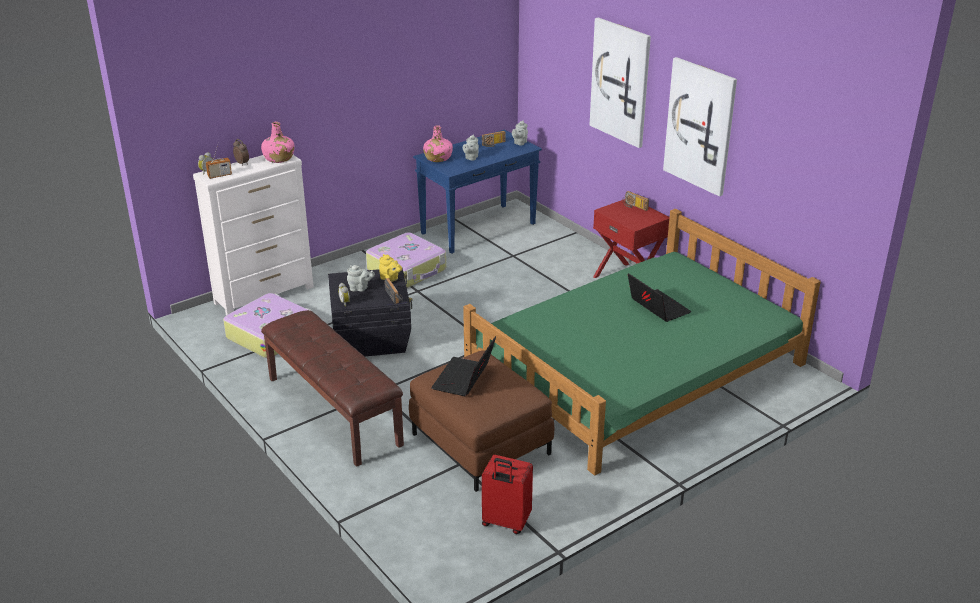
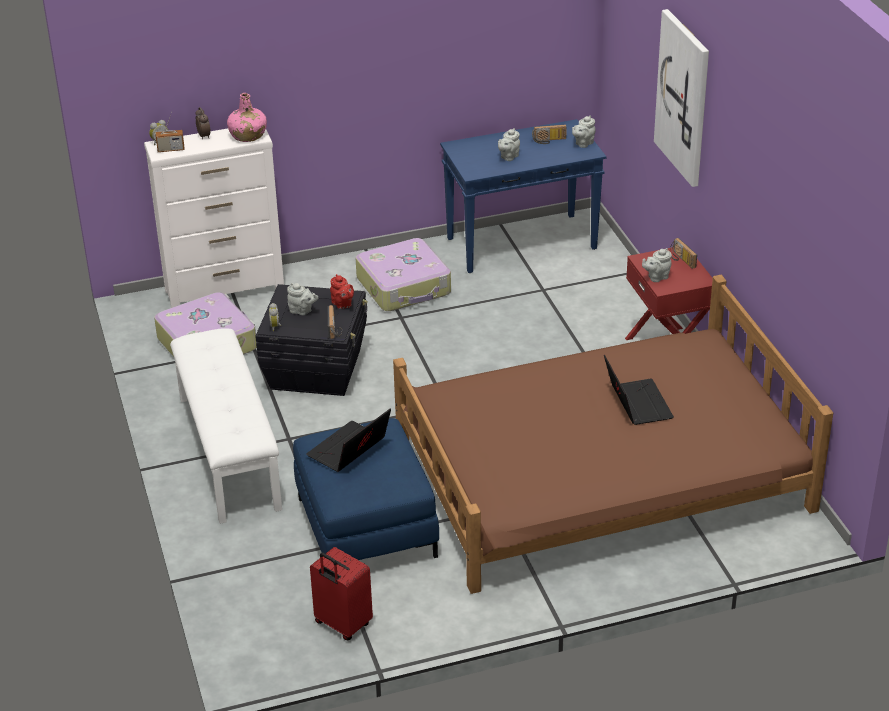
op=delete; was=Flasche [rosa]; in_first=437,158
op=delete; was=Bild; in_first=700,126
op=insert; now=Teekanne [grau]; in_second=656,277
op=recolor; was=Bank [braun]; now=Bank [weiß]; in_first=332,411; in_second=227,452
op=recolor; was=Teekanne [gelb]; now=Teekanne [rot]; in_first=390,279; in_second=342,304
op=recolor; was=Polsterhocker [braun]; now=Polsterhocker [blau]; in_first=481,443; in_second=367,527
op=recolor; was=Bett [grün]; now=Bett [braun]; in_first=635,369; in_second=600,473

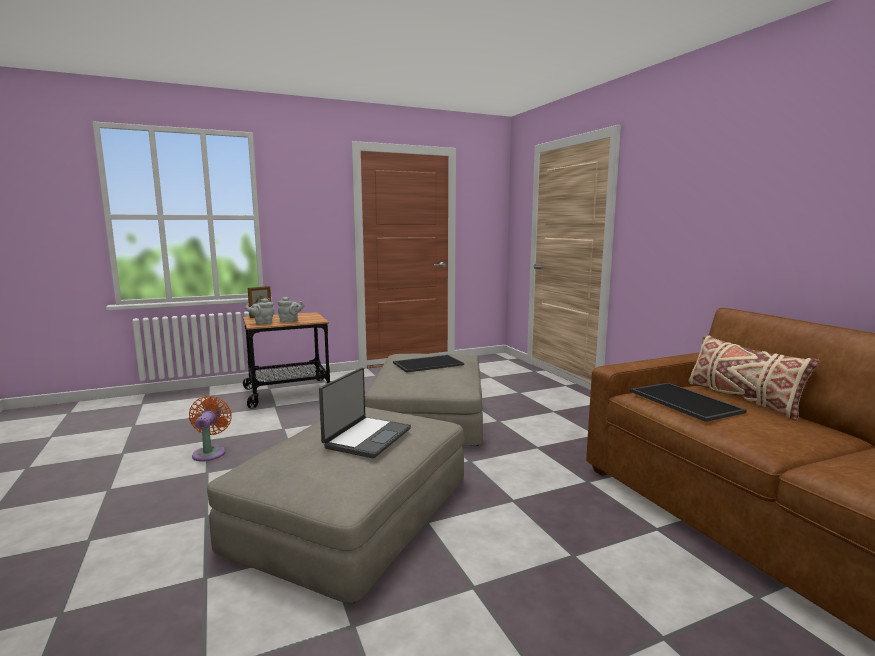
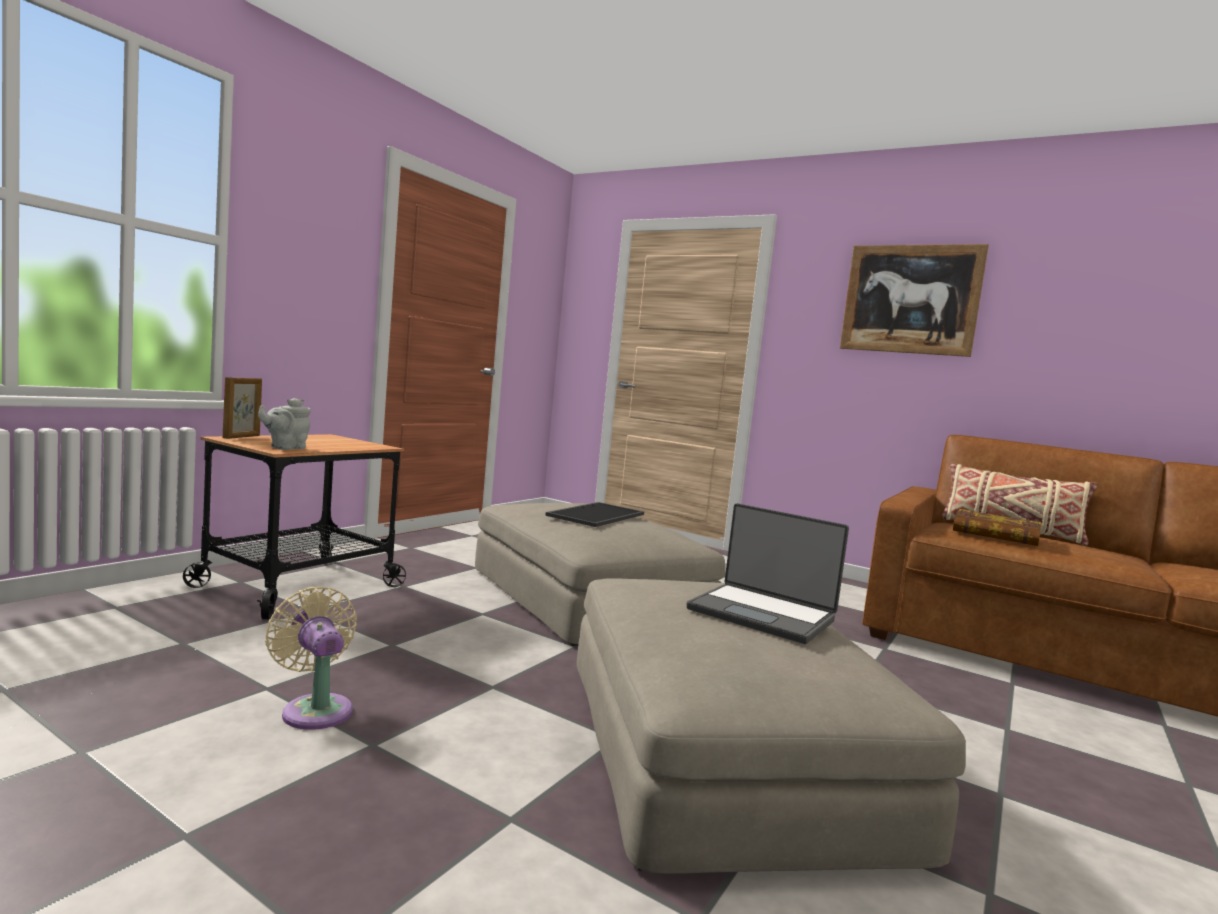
op=delete; was=Teekanne [grau]; in_first=290,321
op=insert; now=Bild; in_second=910,299
op=replace; was=Tablett; now=Buch; in_first=682,401; in_second=995,534
op=recolor; was=Ventilator [orange]; now=Ventilator [beige]; in_first=210,452; in_second=315,709
op=rotate; was=Laptop; in_first=366,438; in_second=762,614; clockwise=135

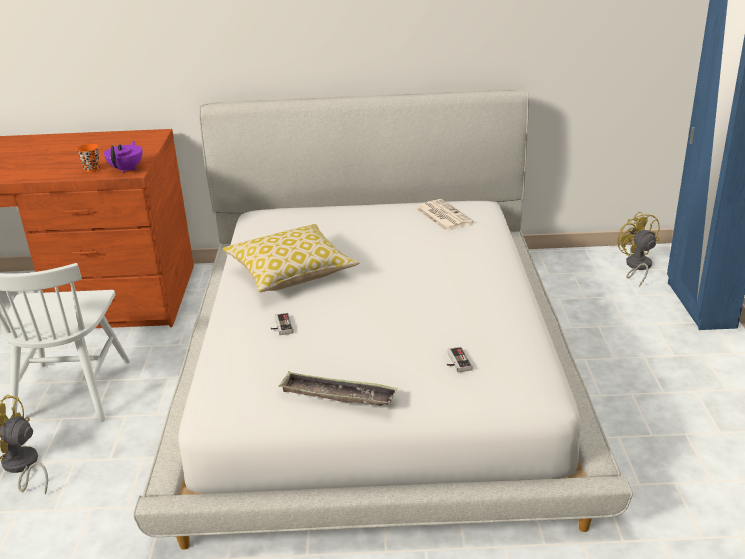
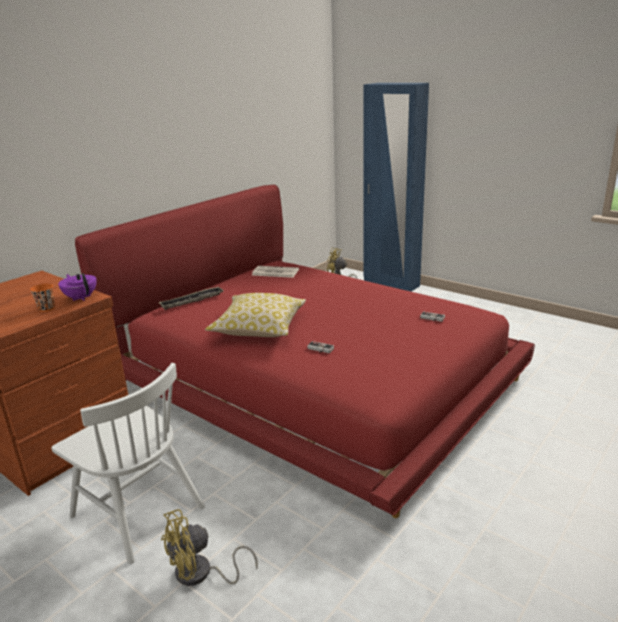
op=move; was=Tablett; in_first=337,395; in_second=192,301
op=recolor; was=Bett [weiß]; now=Bett [rot]; in_first=376,367; in_second=311,378

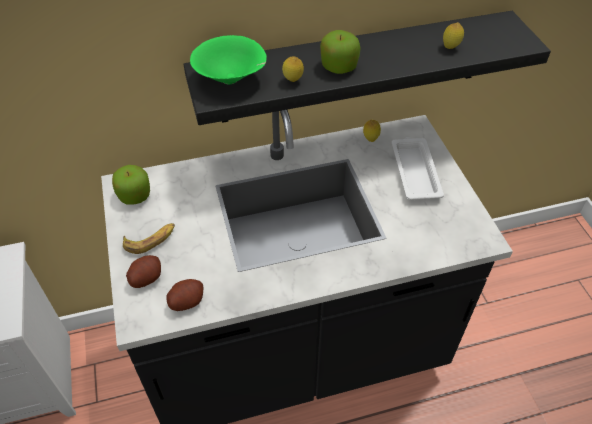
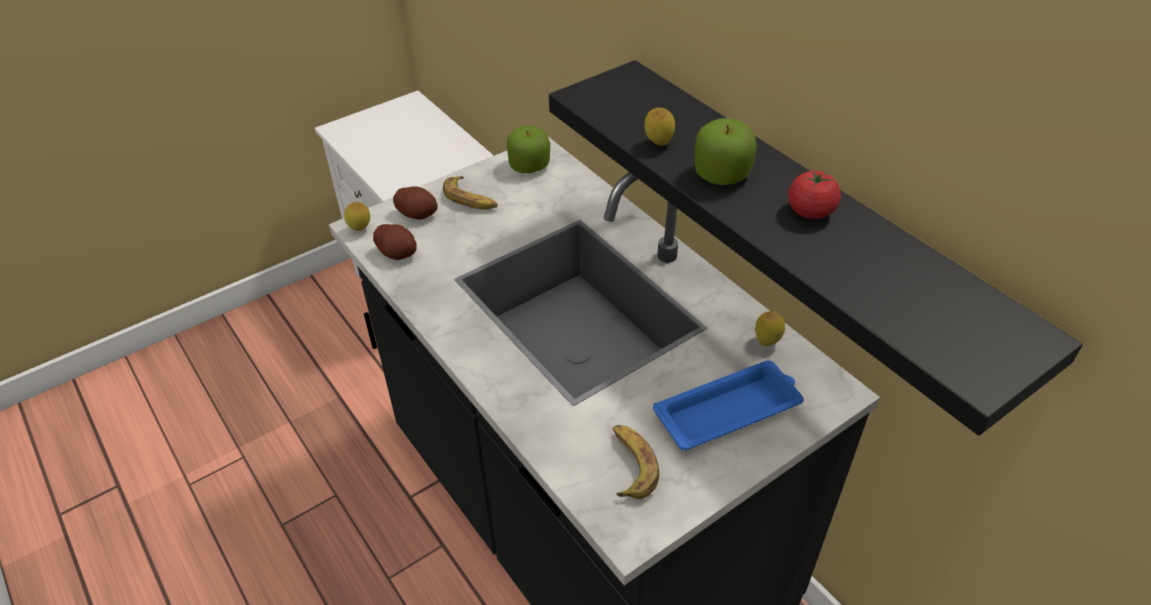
op=delete; was=Schüssel [grün]; in_first=231,80
op=insert; now=Banane; in_second=630,465
op=insert; now=Tomate; in_second=810,211
op=move; was=Zitrone; in_first=450,47; in_second=360,230
op=recolor; was=Tablett [weiß]; now=Tablett [blau]; in_first=415,171; in_second=730,410

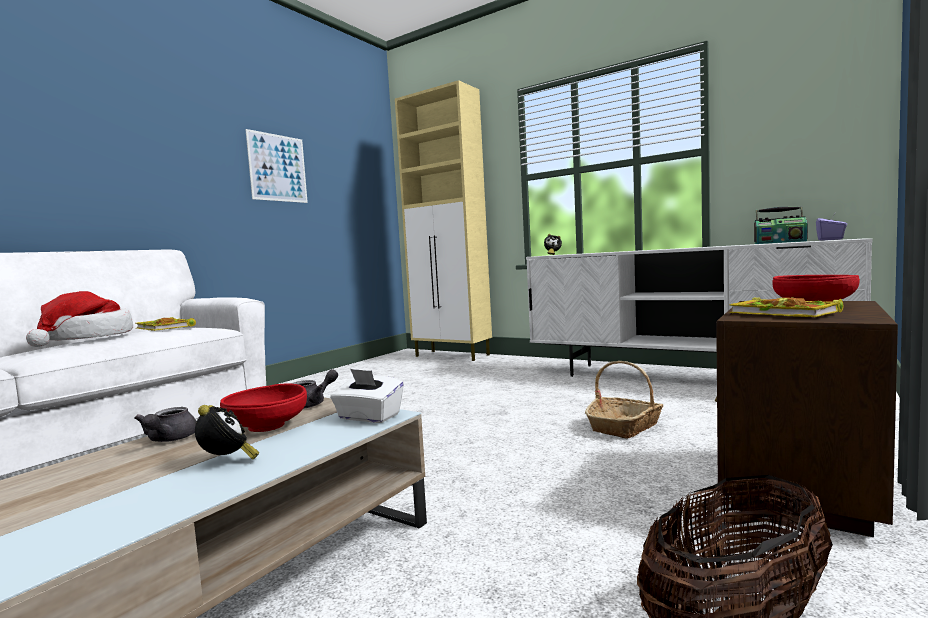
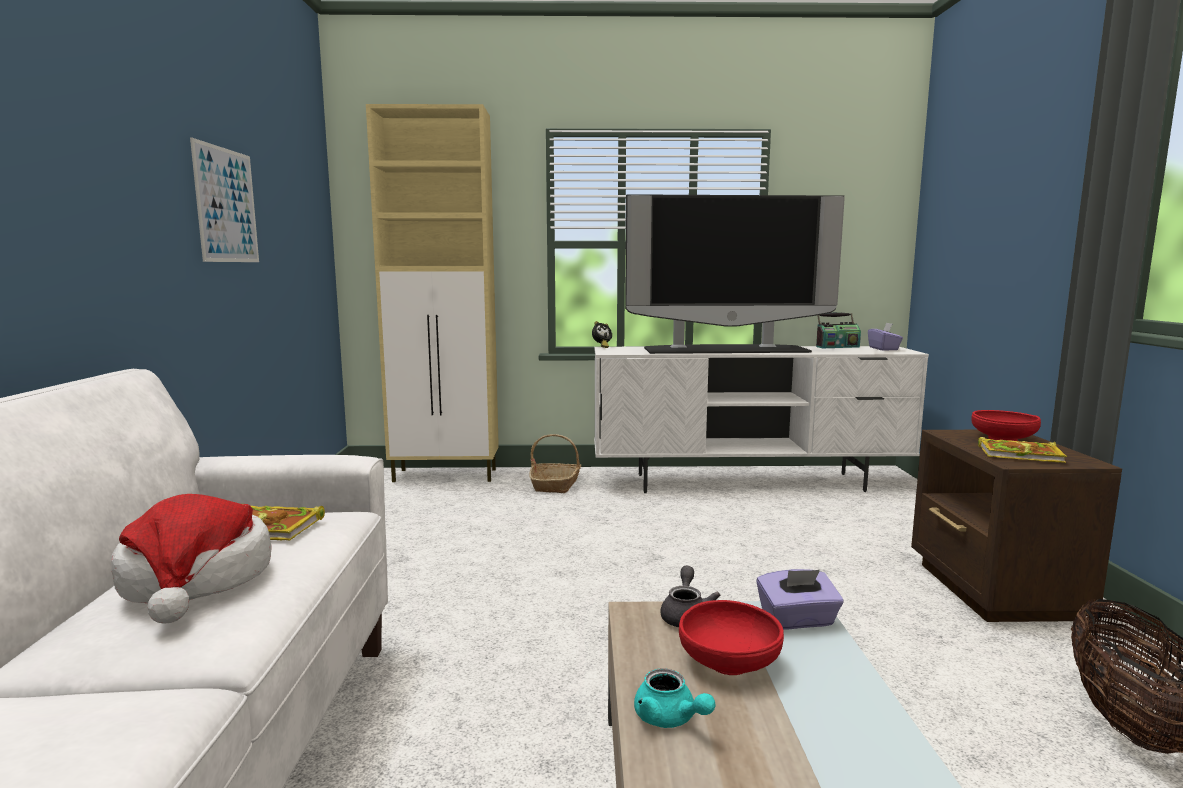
op=delete; was=Wecker; in_first=227,462
op=insert; now=Fernseher; in_second=725,350
op=move; was=Korb; in_first=625,426; in_second=556,485
op=recolor; was=Teekanne [grau]; now=Teekanne [türkis]; in_first=168,440; in_second=670,719
op=recolor; was=Taschentuchbox [weiß]; now=Taschentuchbox [lila]; in_first=368,417; in_second=797,620

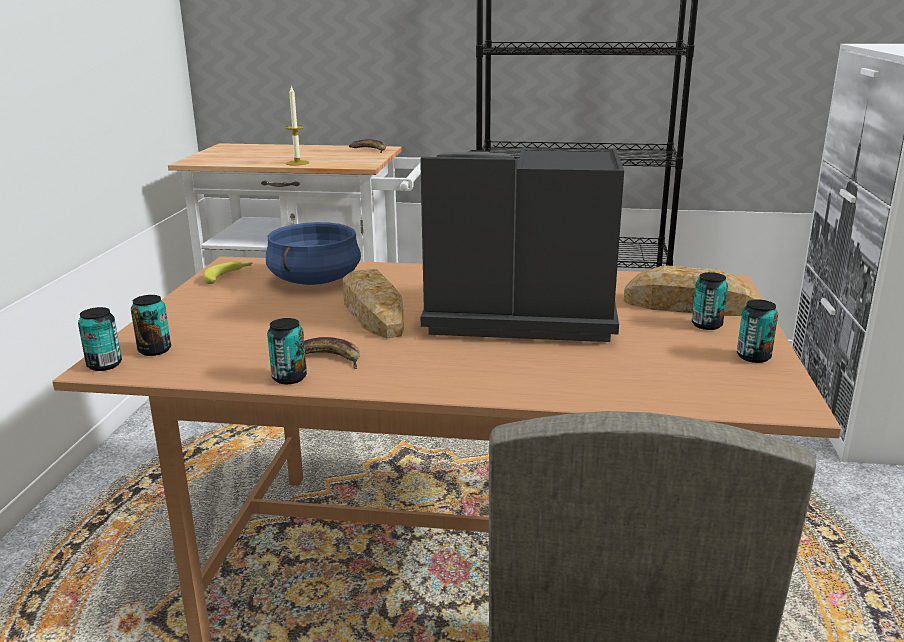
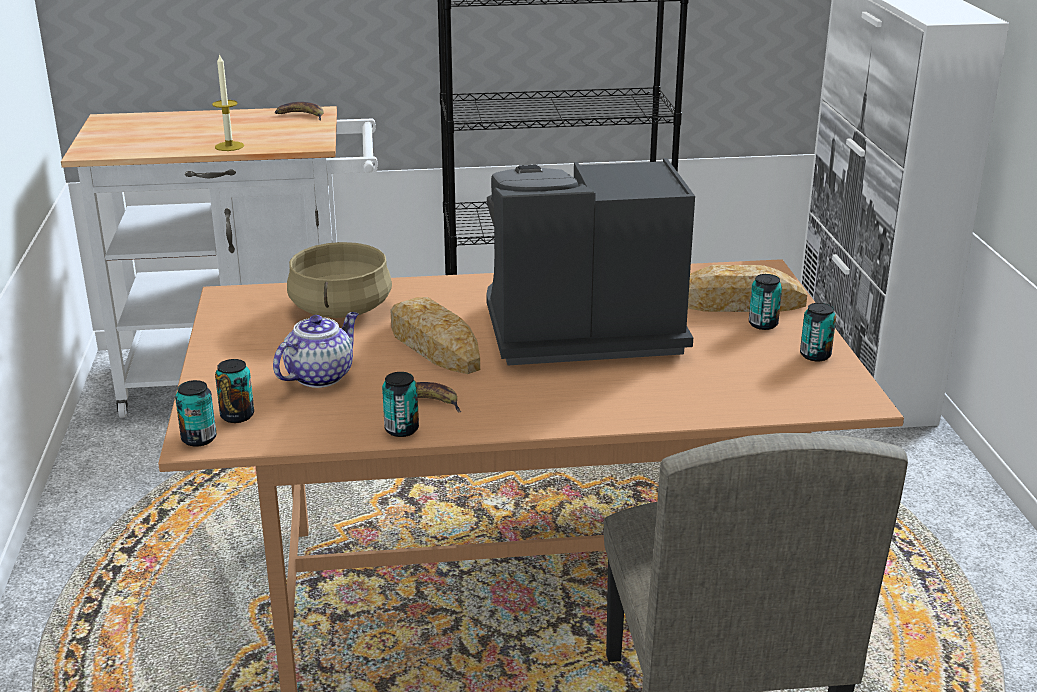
op=delete; was=Banane; in_first=229,276
op=insert; now=Teekanne; in_second=320,376
op=recolor; was=Kochtopf [blau]; now=Kochtopf [beige]; in_first=314,280; in_second=340,309

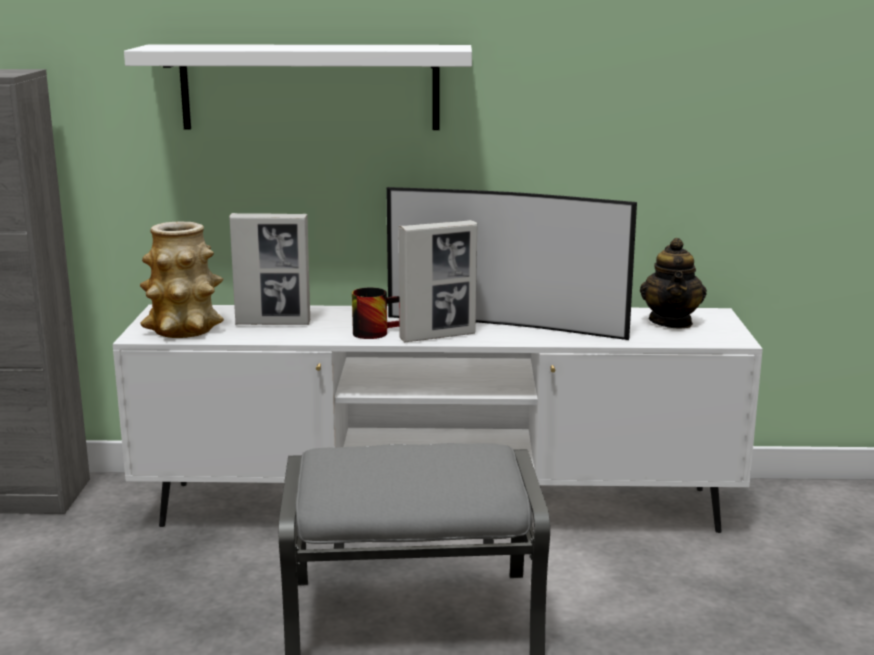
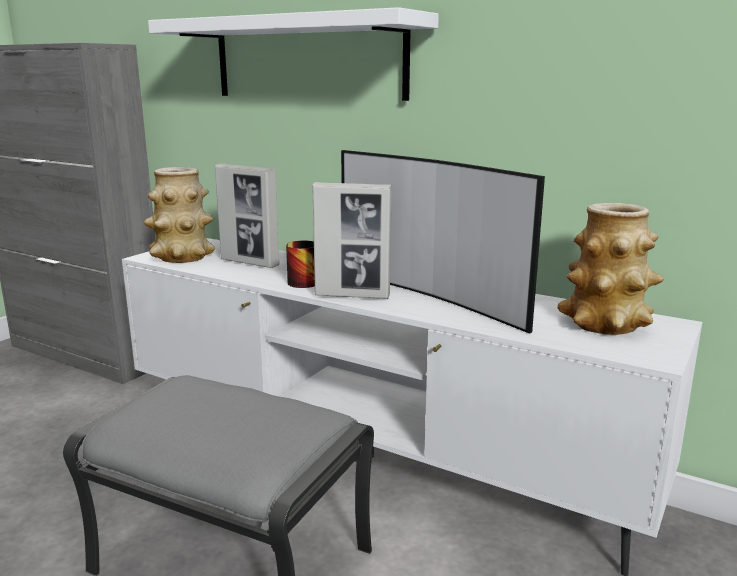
op=replace; was=Teekanne; now=Vase; in_first=671,322; in_second=606,324

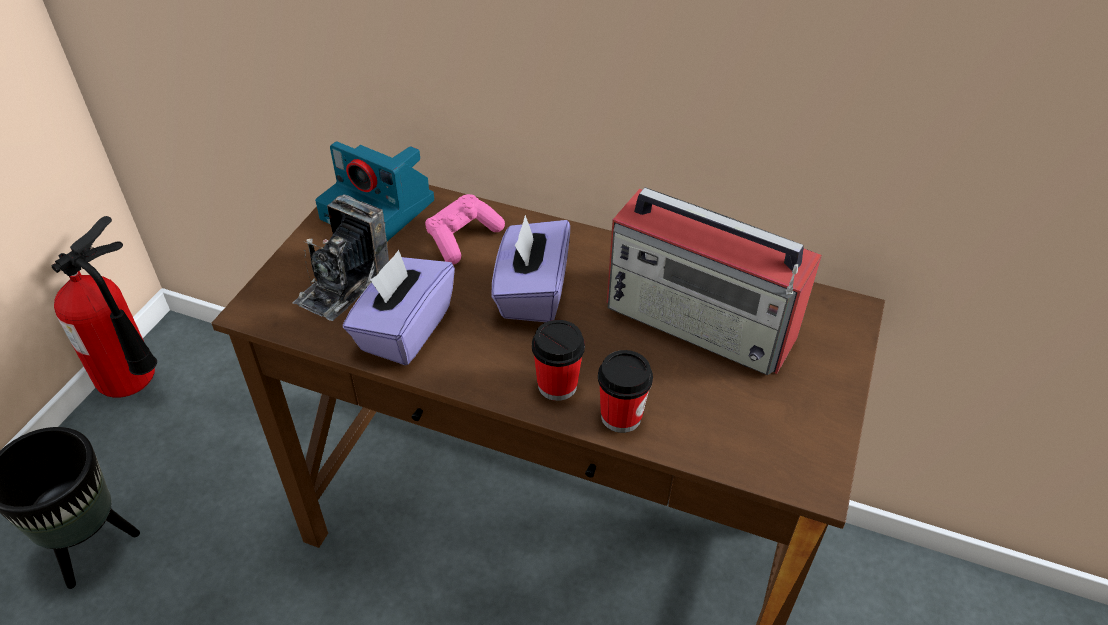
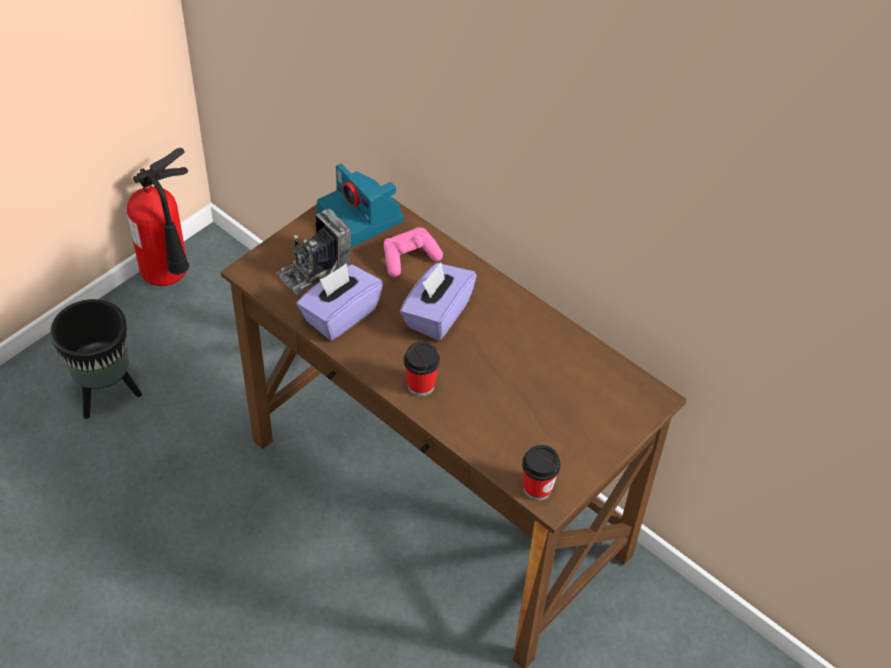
op=delete; was=Radio; in_first=702,322
op=move; was=Tasse; in_first=621,416; in_second=537,488

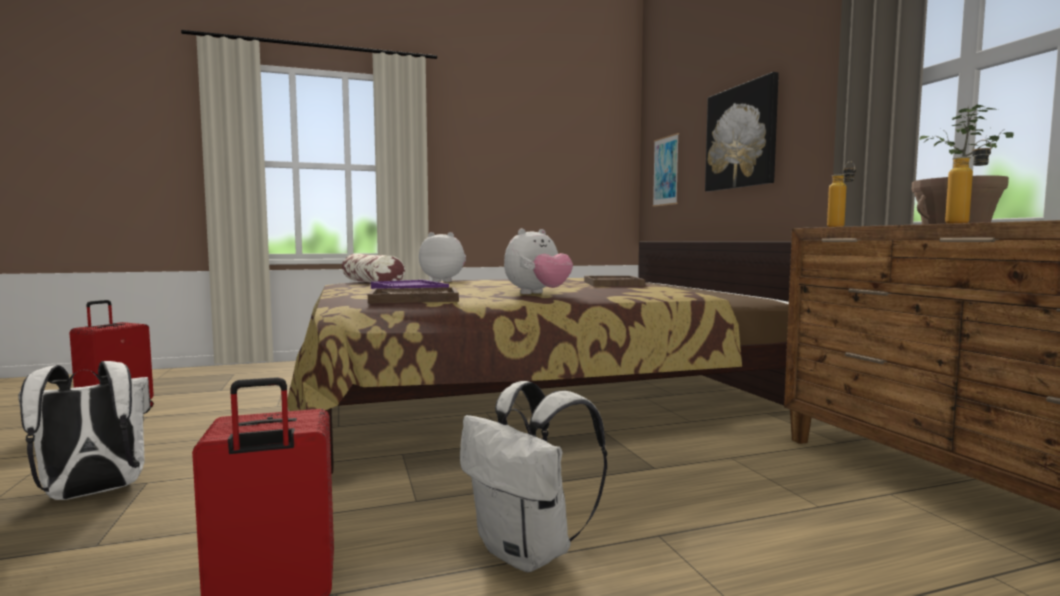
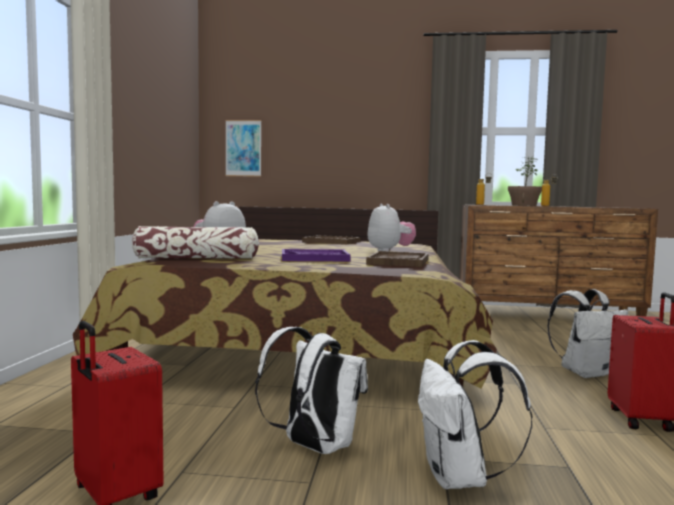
op=delete; was=Bild; in_first=741,137
op=insert; now=Rucksack [weiß]; in_second=313,447

